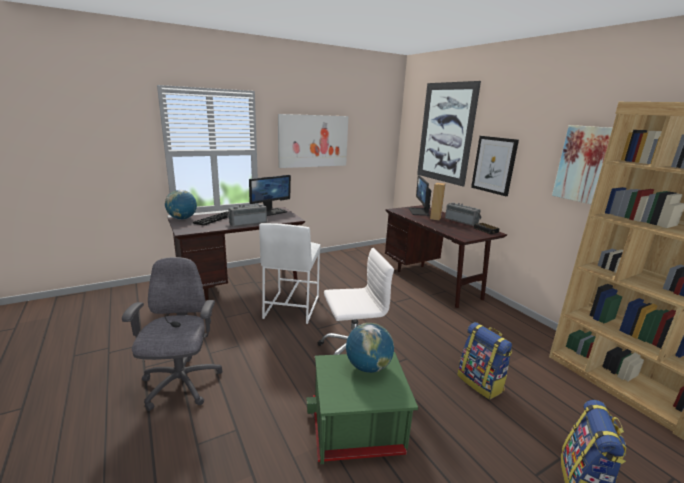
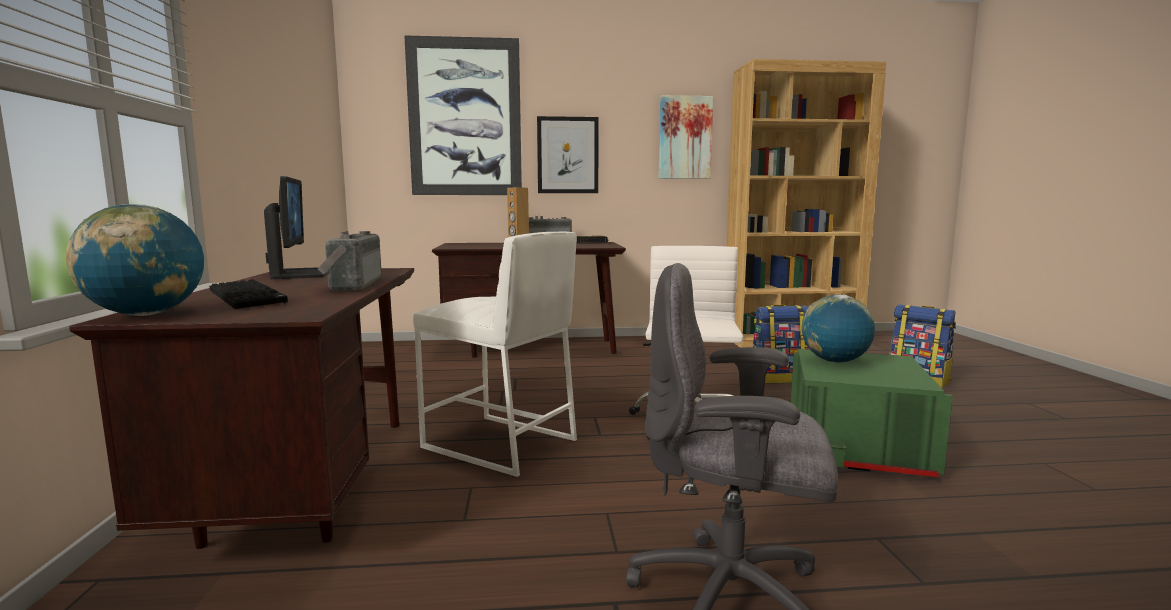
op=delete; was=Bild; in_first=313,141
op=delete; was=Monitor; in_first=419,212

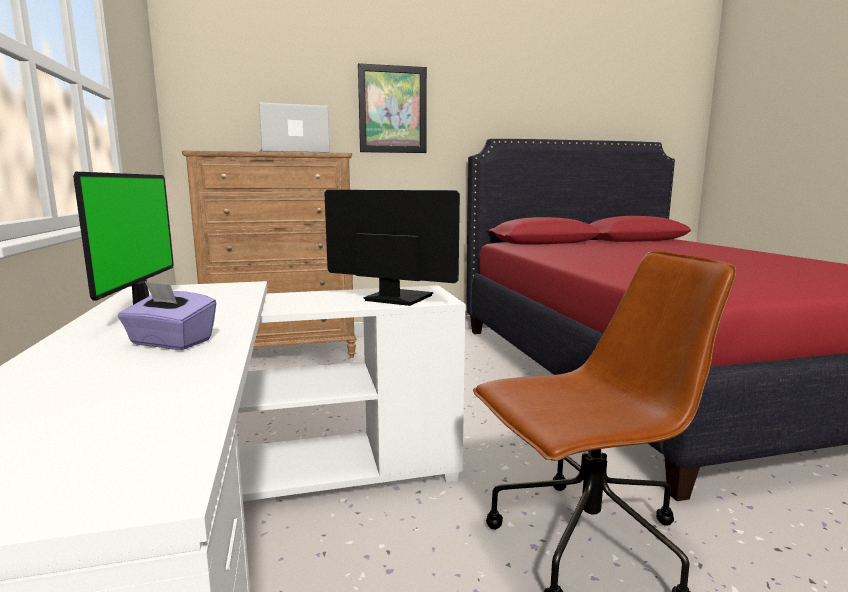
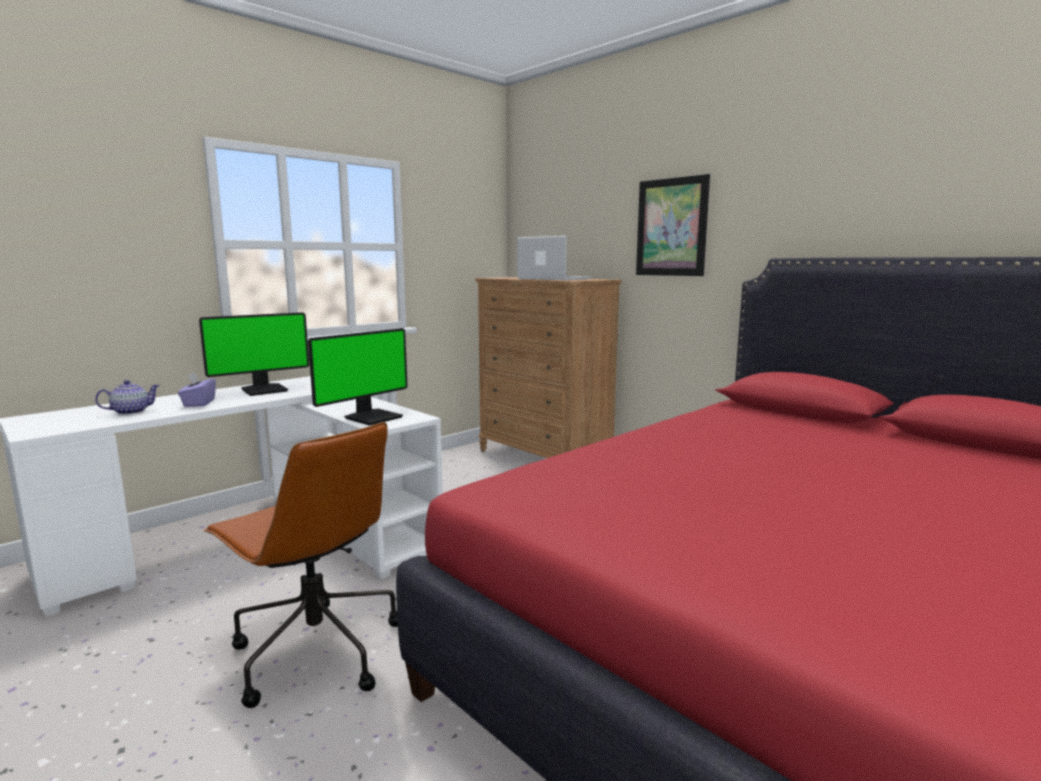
op=insert; now=Teekanne; in_second=130,412
op=rotate; was=Monitor; in_first=396,298; in_second=372,417; clockwise=45

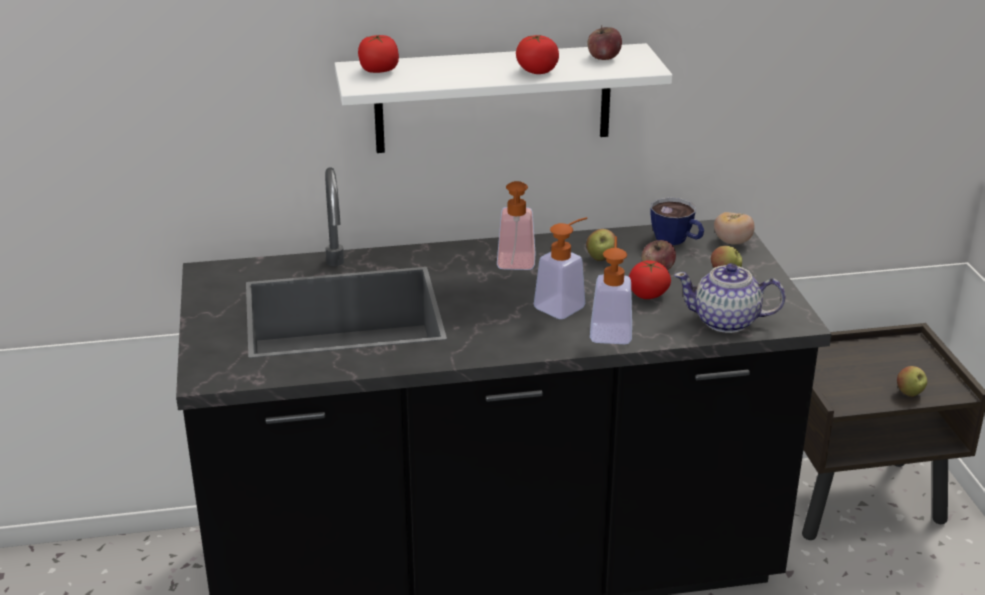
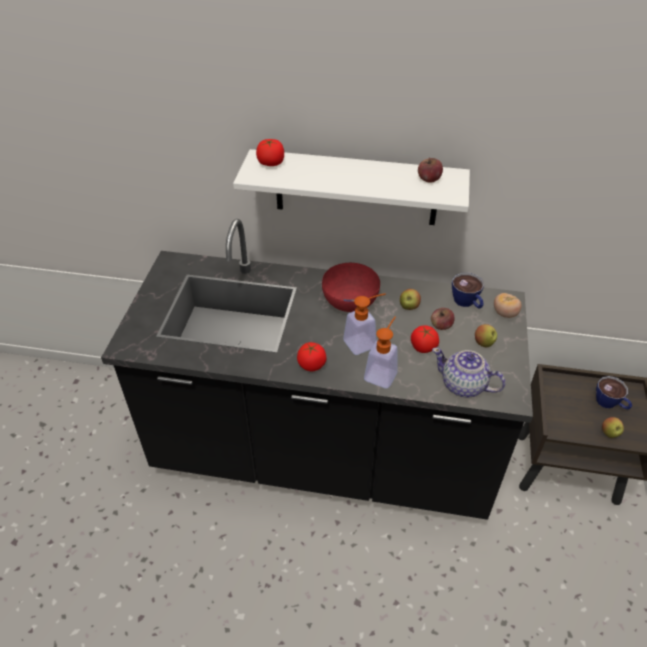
op=insert; now=Tasse; in_second=610,404
op=move; was=Tomate; in_first=537,71; in_second=312,364
op=replace; was=Seifenspender; now=Schüssel [rot]; in_first=515,266; in_second=351,300

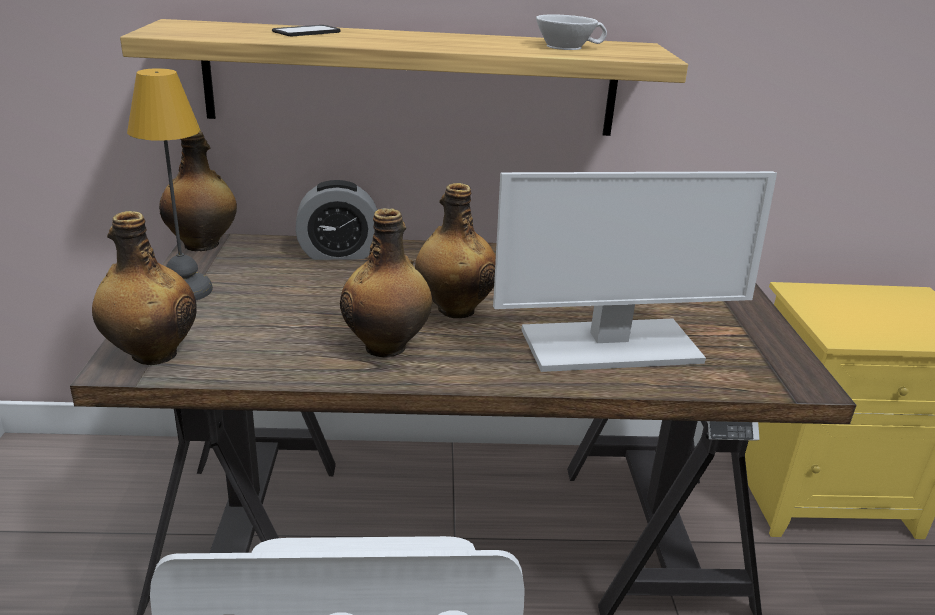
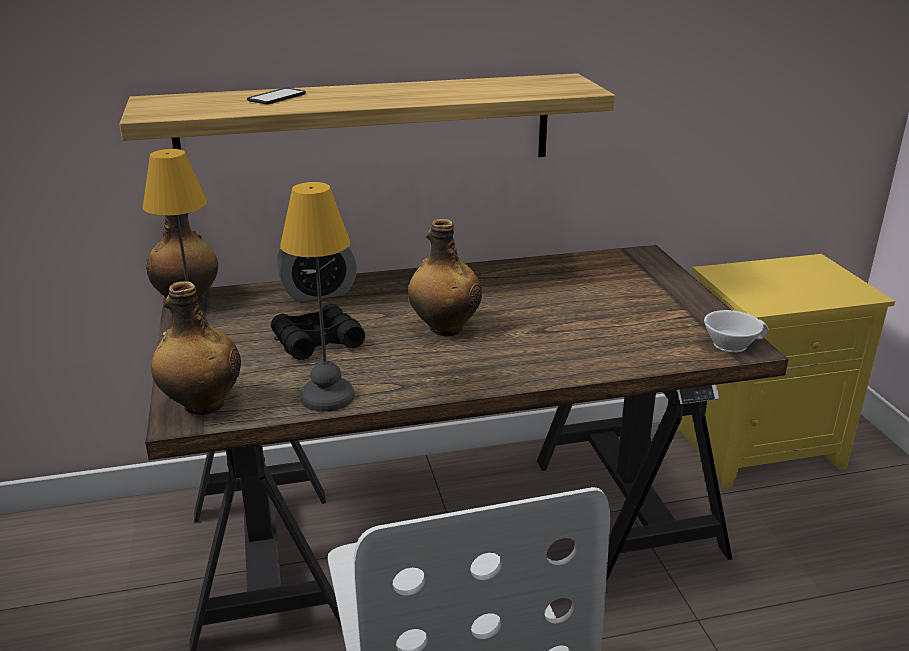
op=delete; was=Flasche; in_first=387,346
op=delete; was=Monitor; in_first=609,347
op=insert; now=Fernglas [schwarz]; in_second=317,342
op=insert; now=Tischlampe; in_second=325,396
op=move; was=Tasse [weiß]; in_first=566,46; in_second=730,343

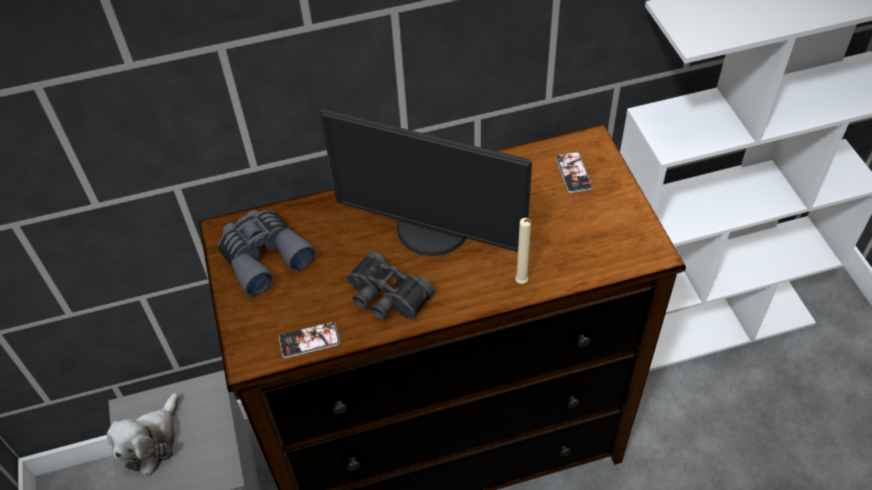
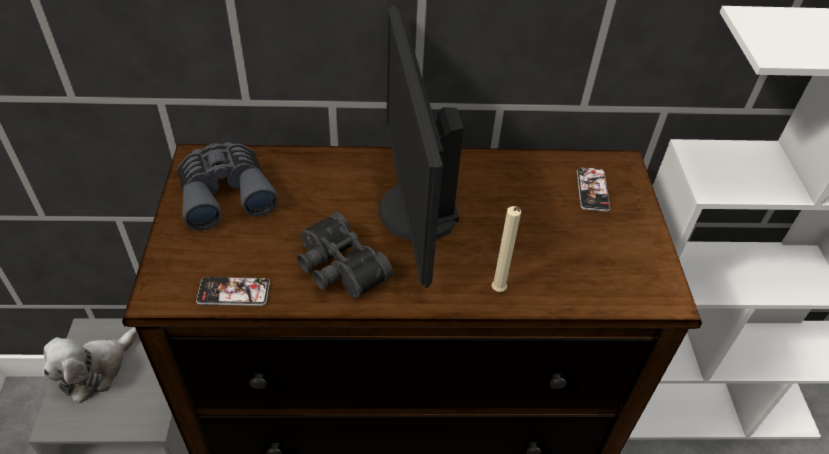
op=rotate; was=Monitor; in_first=431,231; in_second=414,211; clockwise=45

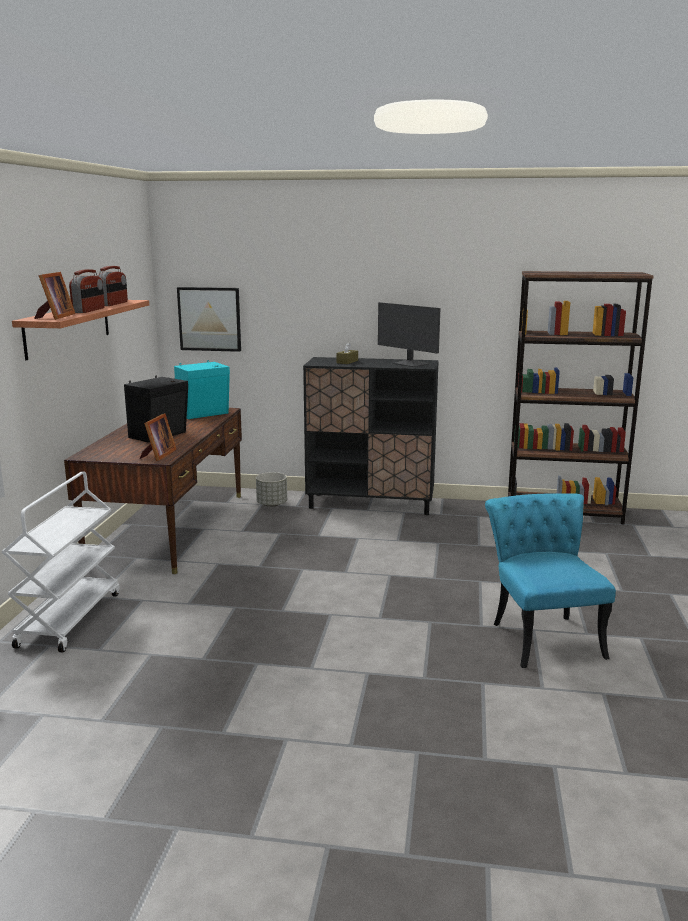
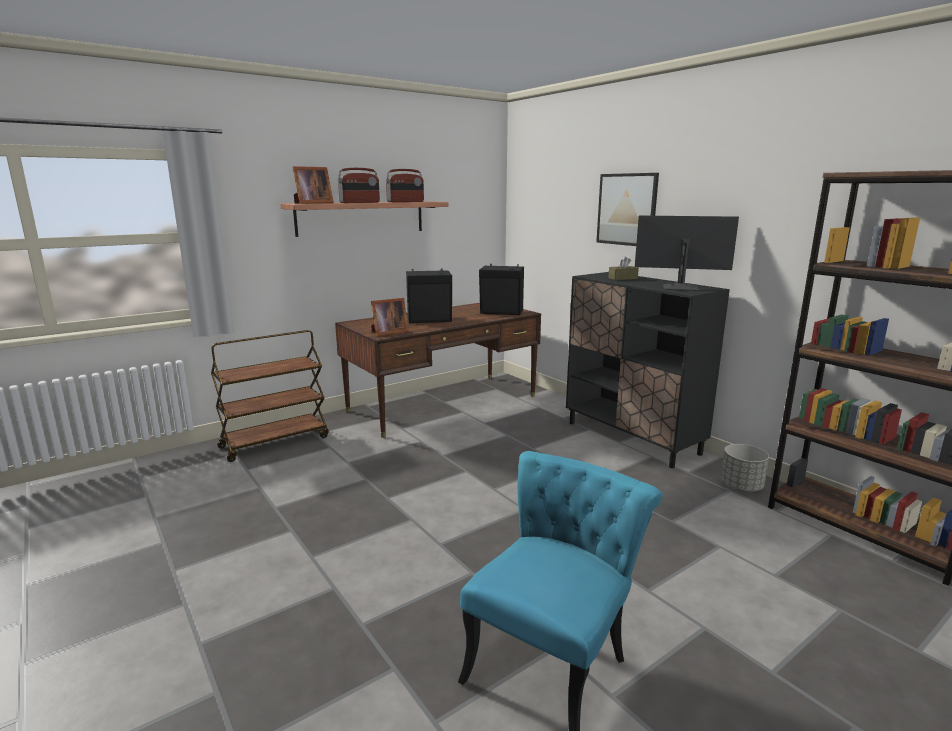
op=move; was=Bild; in_first=209,319; in_second=626,209
op=move; was=Pflanzkübel [grau]; in_first=272,504; in_second=741,487
op=recolor; was=Rollwagen [weiß]; now=Rollwagen [braun]; in_first=69,619; in_second=275,442
op=recolor; was=Lautsprecher [türkis]; now=Lautsprecher [schwarz]; in_first=204,414; in_second=502,312
op=rotate; was=Monitor; in_first=410,364; in_second=680,288; clockwise=105

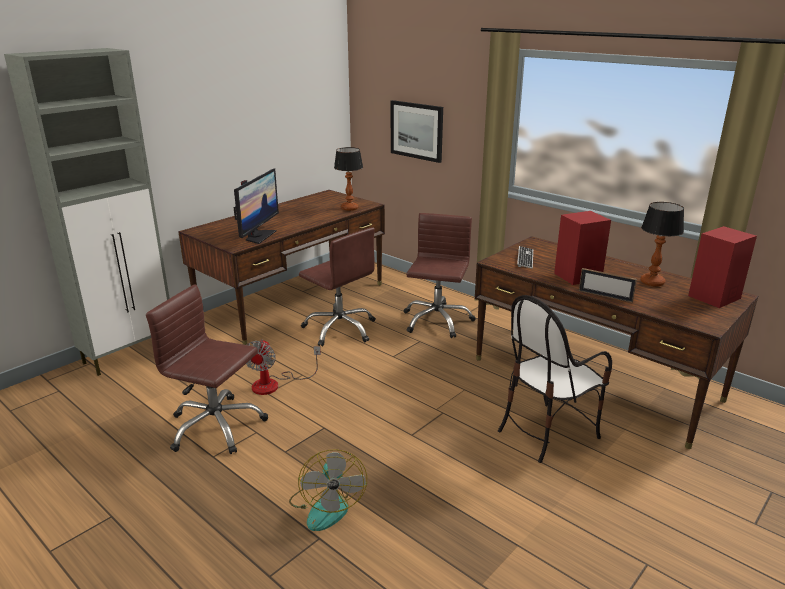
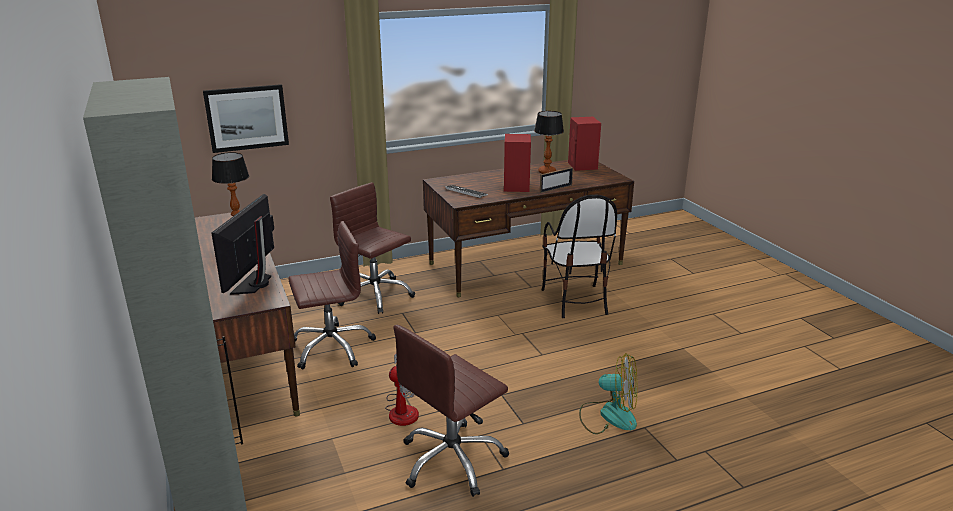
op=rotate; was=Monitor; in_first=258,236; in_second=254,284; clockwise=-120

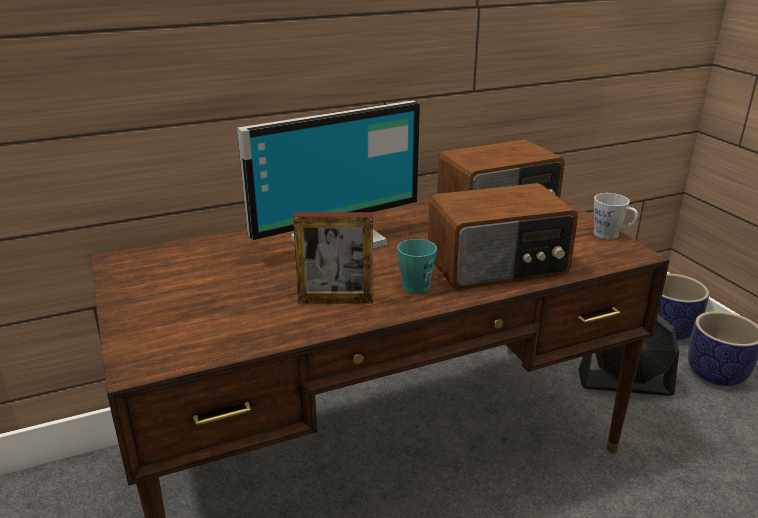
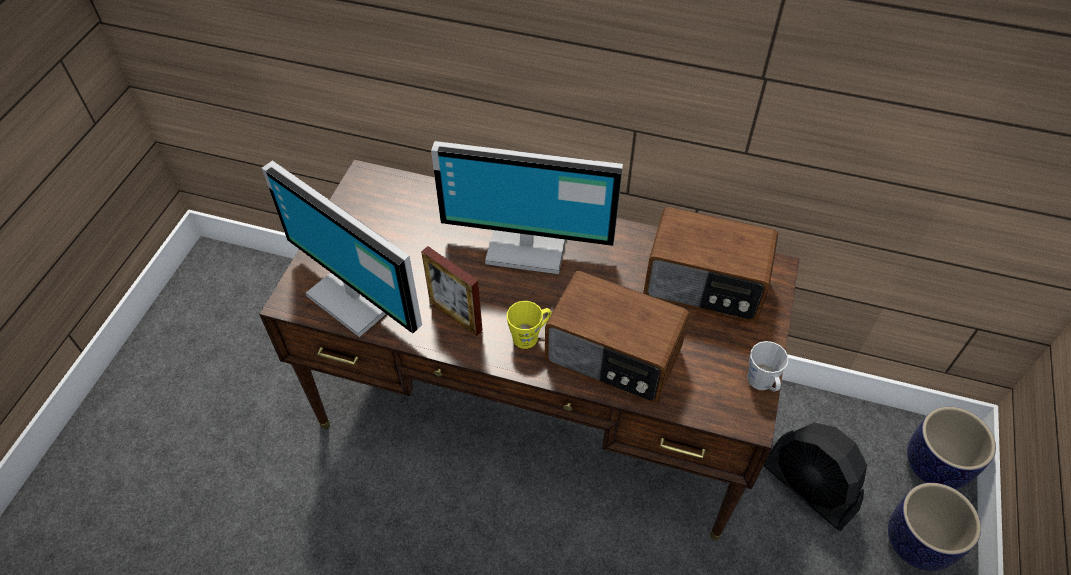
op=insert; now=Monitor; in_second=357,296
op=recolor; was=Henkelbecher [türkis]; now=Henkelbecher [gelb]; in_first=418,283; in_second=530,336

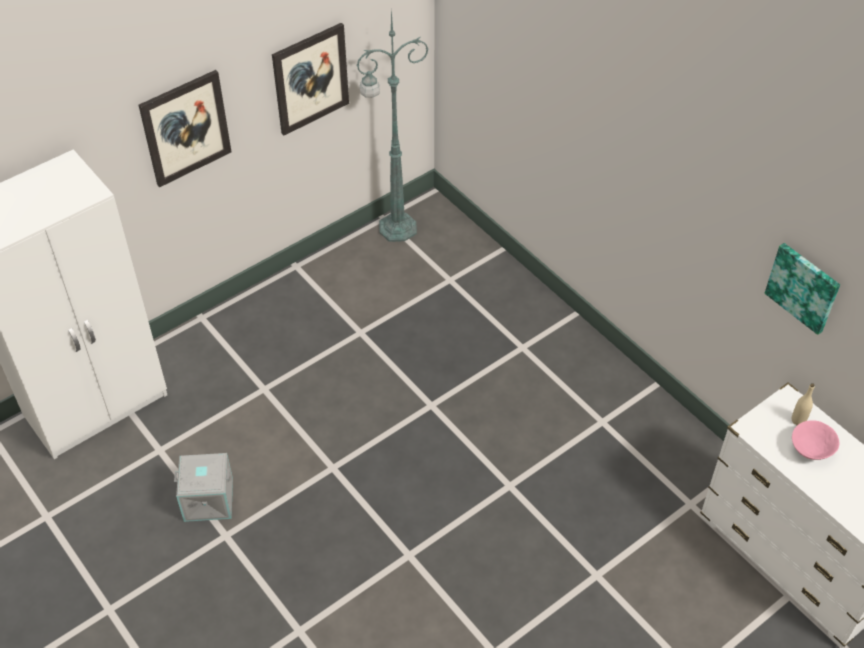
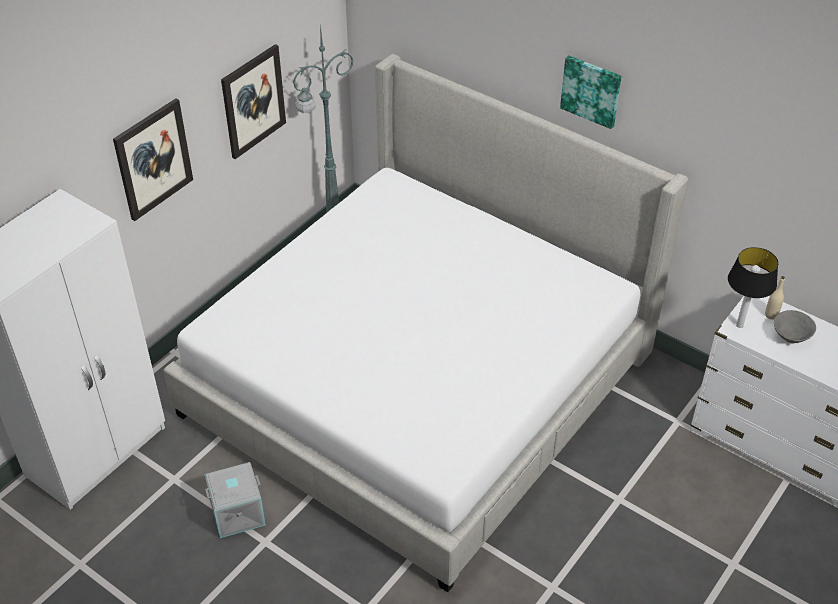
op=insert; now=Bett; in_second=419,382
op=insert; now=Tischlampe; in_second=739,325
op=move; was=Bild; in_first=803,287; in_second=591,90
op=recolor; was=Schüssel [rosa]; now=Schüssel [grau]; in_first=810,450; in_second=790,337

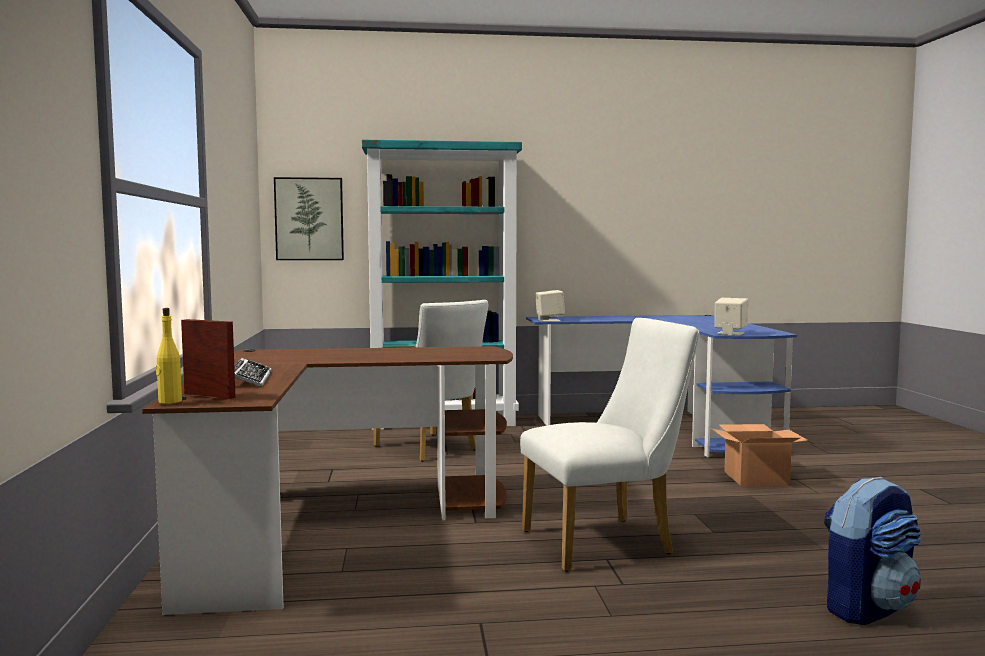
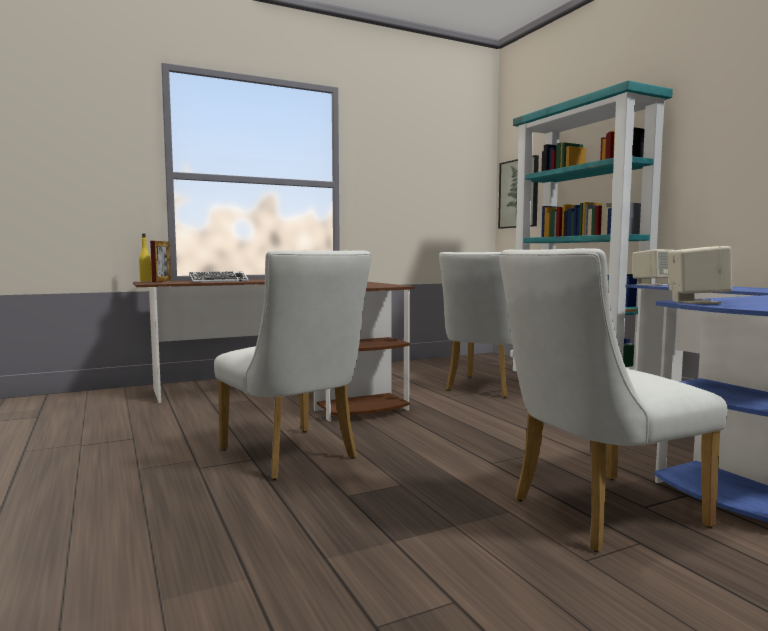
op=delete; was=Rucksack; in_first=867,608
op=replace; was=Karton; now=Stuhl [weiß]; in_first=755,478; in_second=595,514

